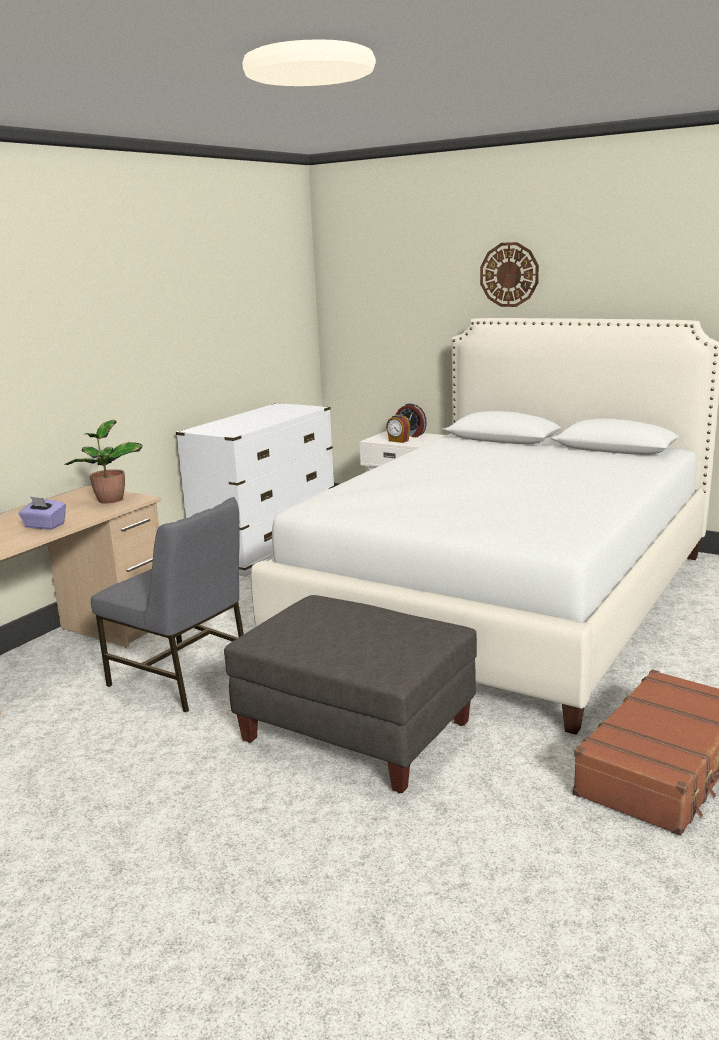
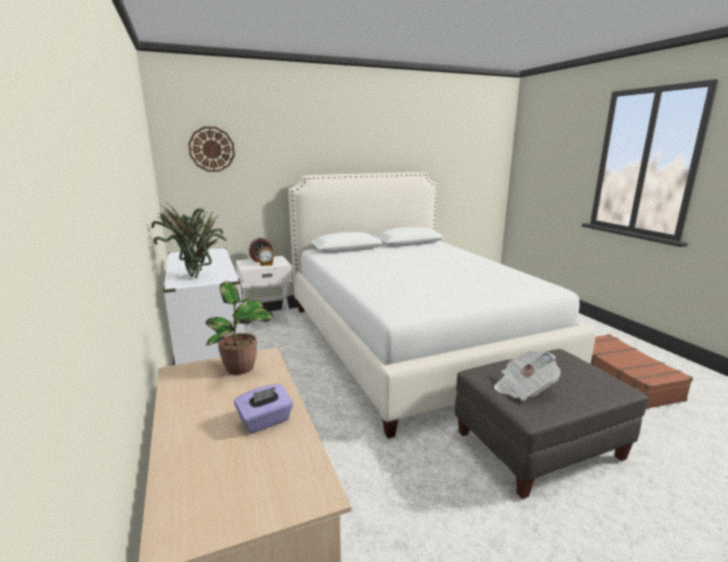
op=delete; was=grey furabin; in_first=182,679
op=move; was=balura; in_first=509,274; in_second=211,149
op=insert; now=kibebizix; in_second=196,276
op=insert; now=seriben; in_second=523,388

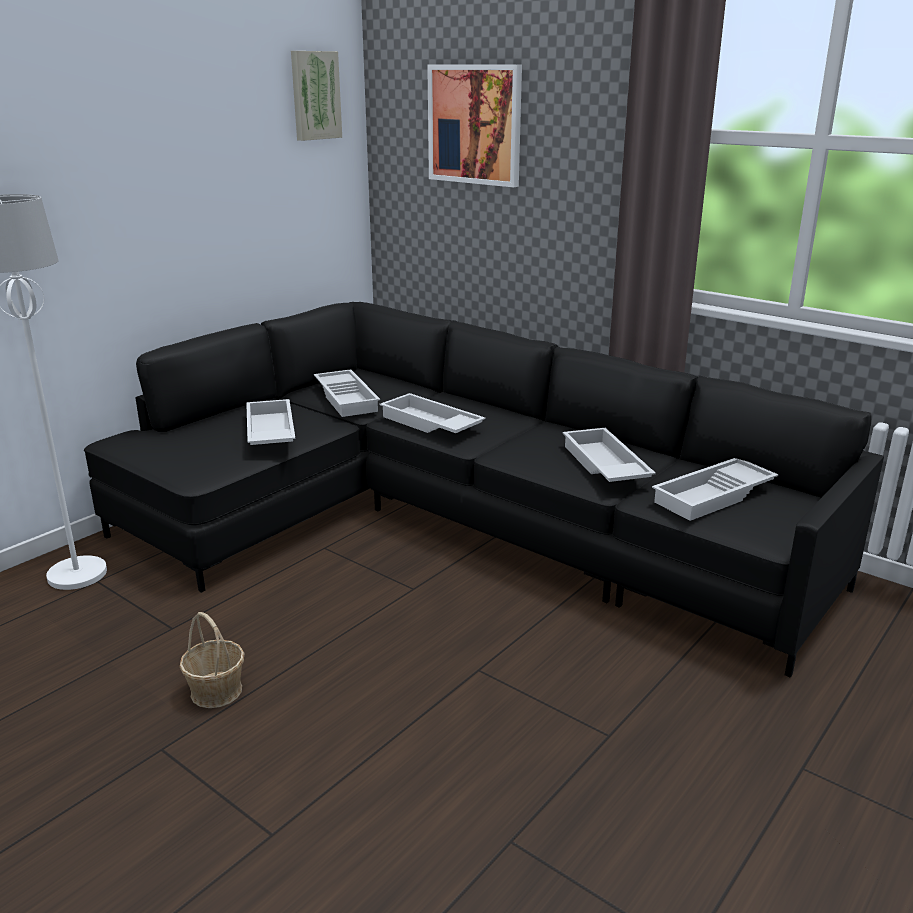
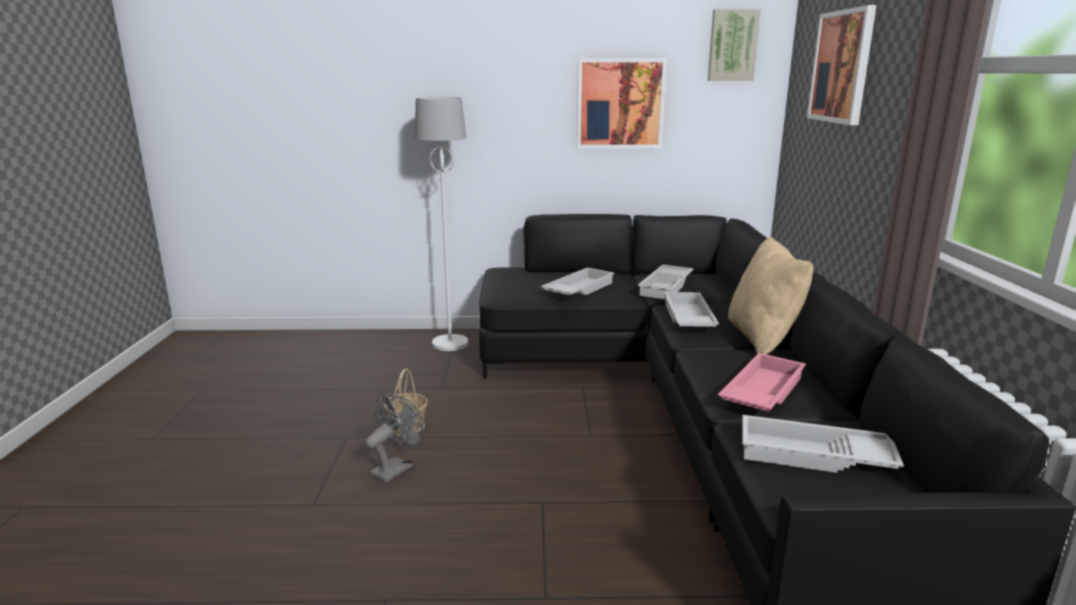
op=recolor; was=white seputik; now=pink seputik; in_first=603,465; in_second=760,392
op=insert; now=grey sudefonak; in_second=396,468
op=insert; now=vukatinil; in_second=620,104
op=insert; now=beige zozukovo; in_second=763,338

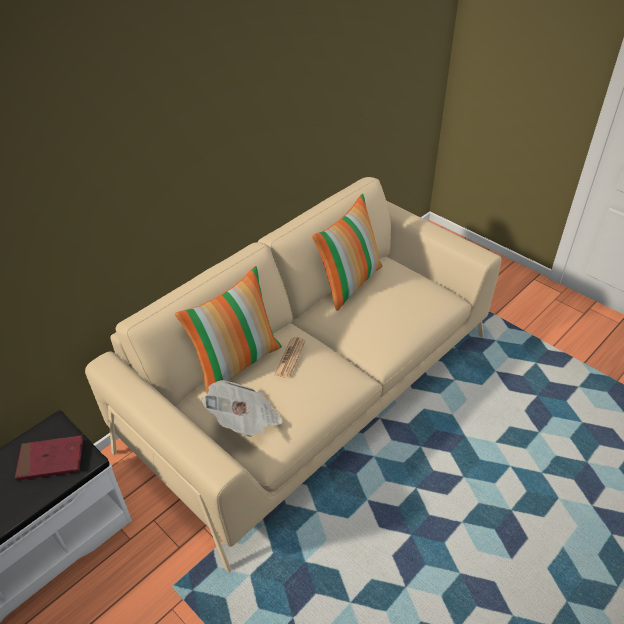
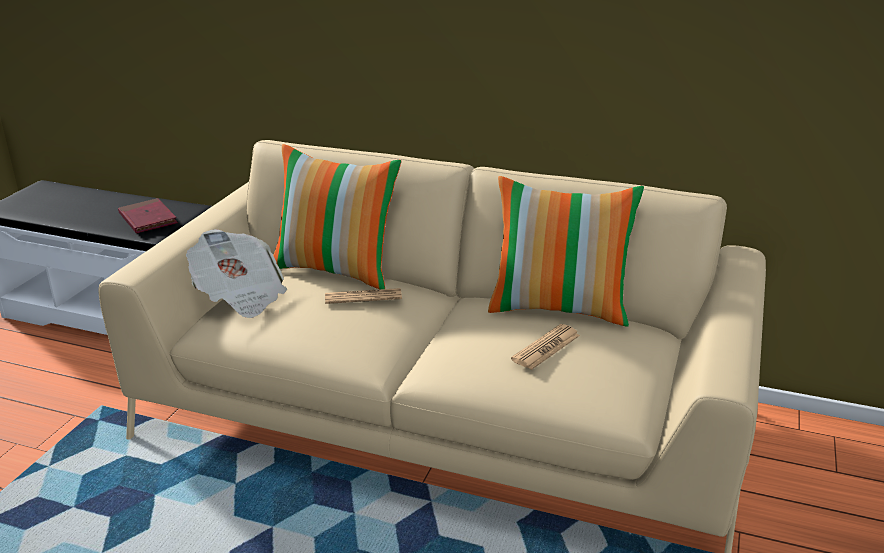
op=insert; now=seriben; in_second=546,348

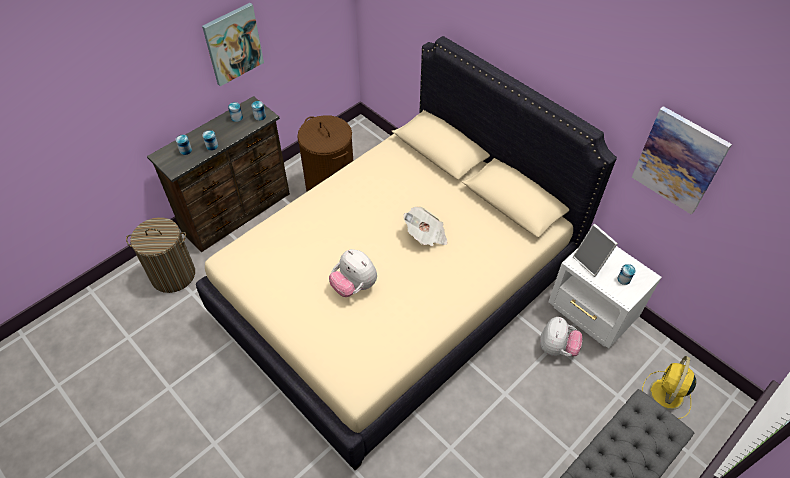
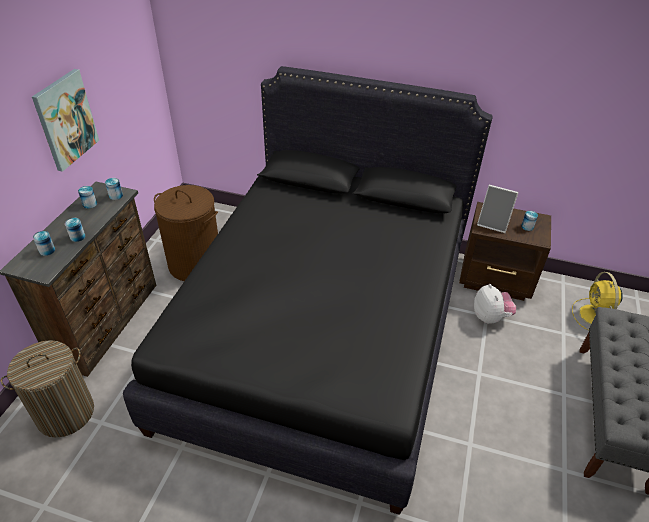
op=recolor; was=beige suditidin; now=black suditidin; in_first=395,293; in_second=322,331
op=delete; was=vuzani; in_first=354,286
op=delete; was=seriben; in_first=426,235
op=recolor; was=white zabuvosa; now=brown zabuvosa; in_first=592,314; in_second=496,280
op=delete; was=vukatinil; in_first=679,160

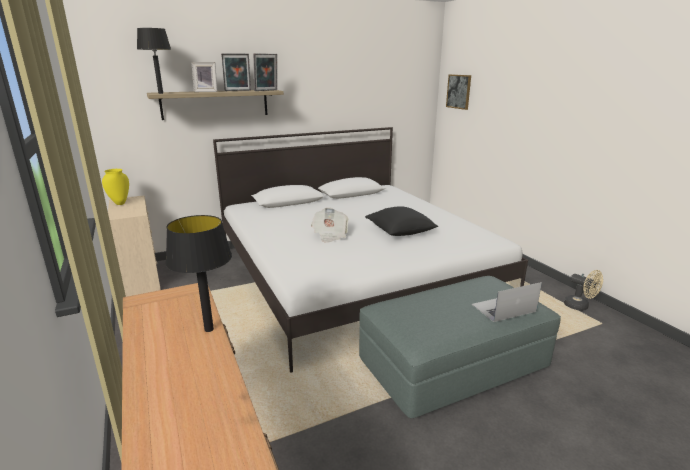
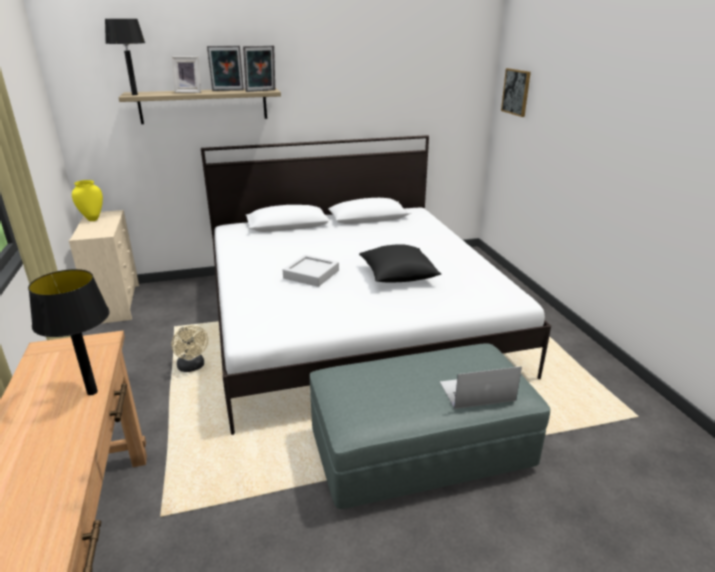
op=replace; was=seriben; now=grey seputik; in_first=330,235; in_second=311,274
op=move; was=beige sudefonak; in_first=580,307; in_second=192,367

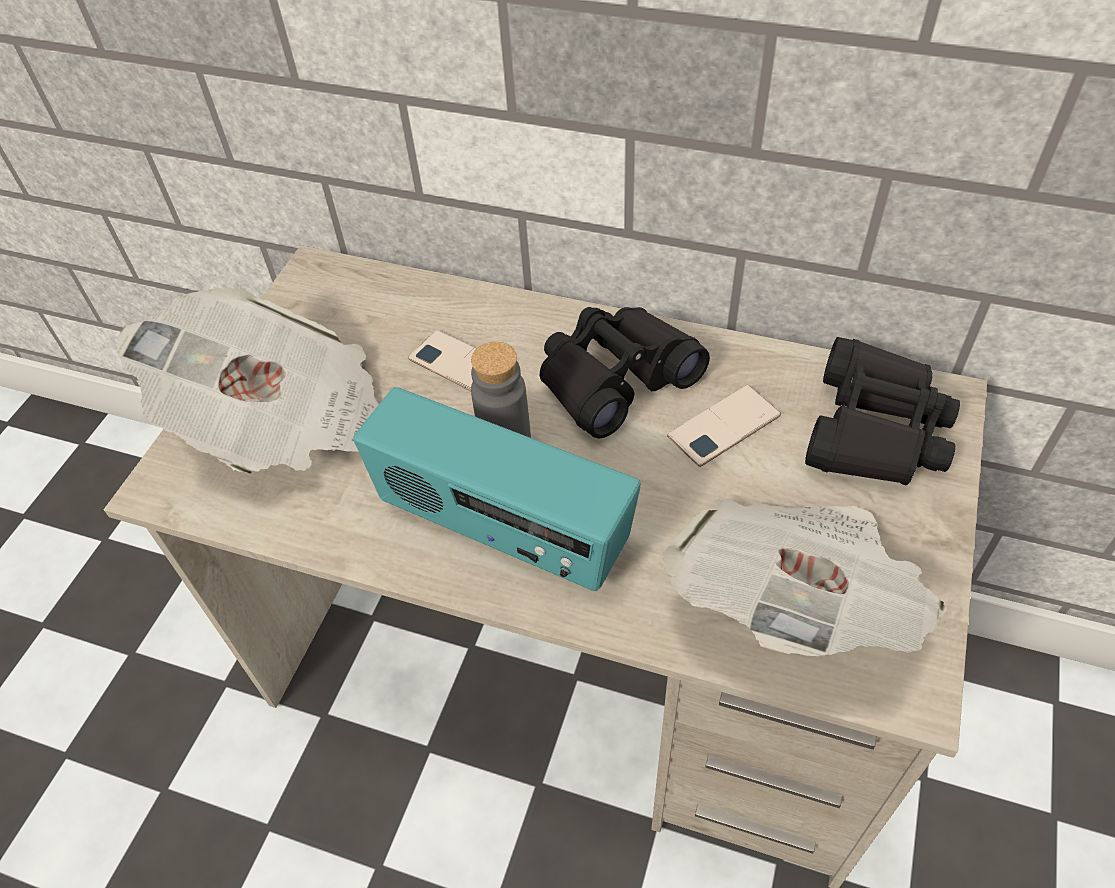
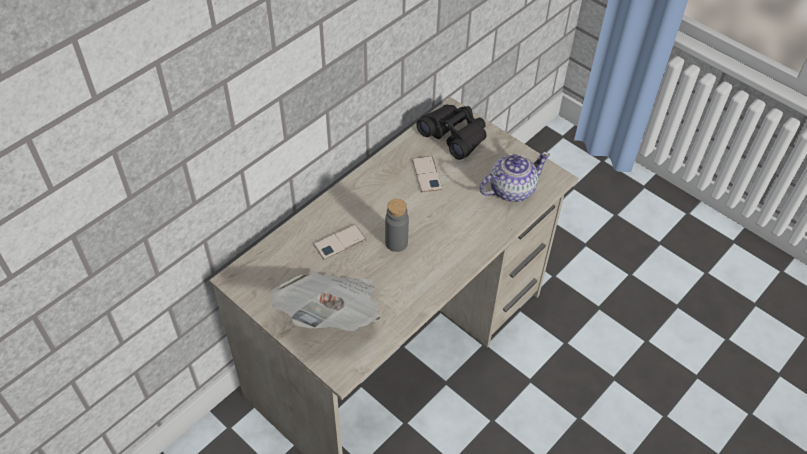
op=delete; was=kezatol; in_first=502,530
op=delete; was=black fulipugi; in_first=615,379
op=replace; was=seriben; now=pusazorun; in_first=795,601; in_second=510,189

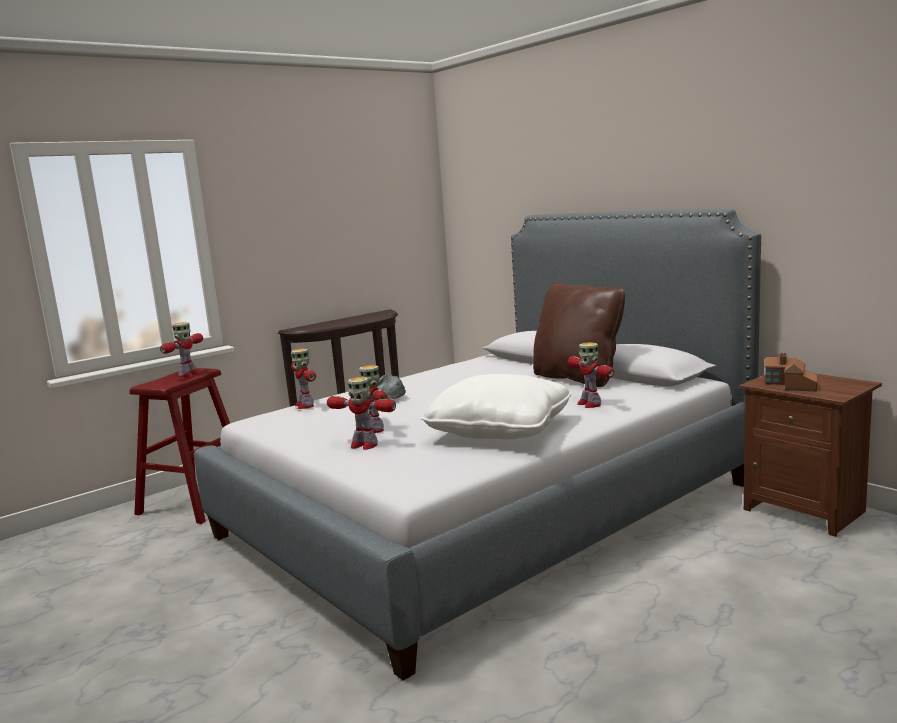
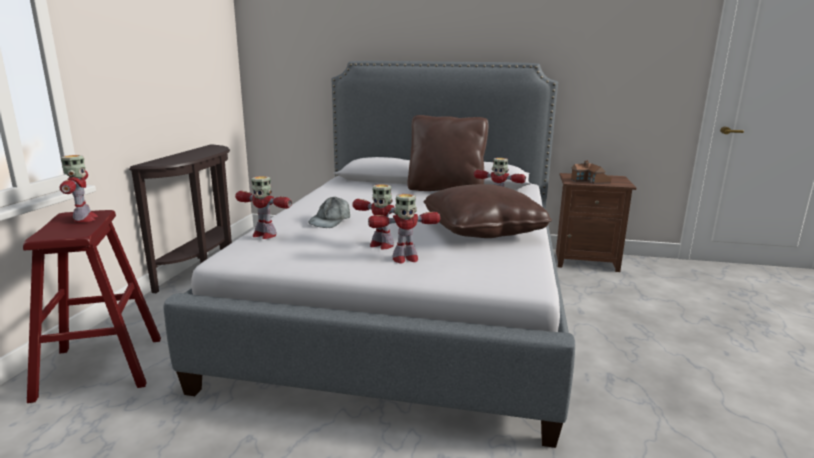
op=recolor; was=white zozukovo; now=brown zozukovo; in_first=499,430; in_second=483,230

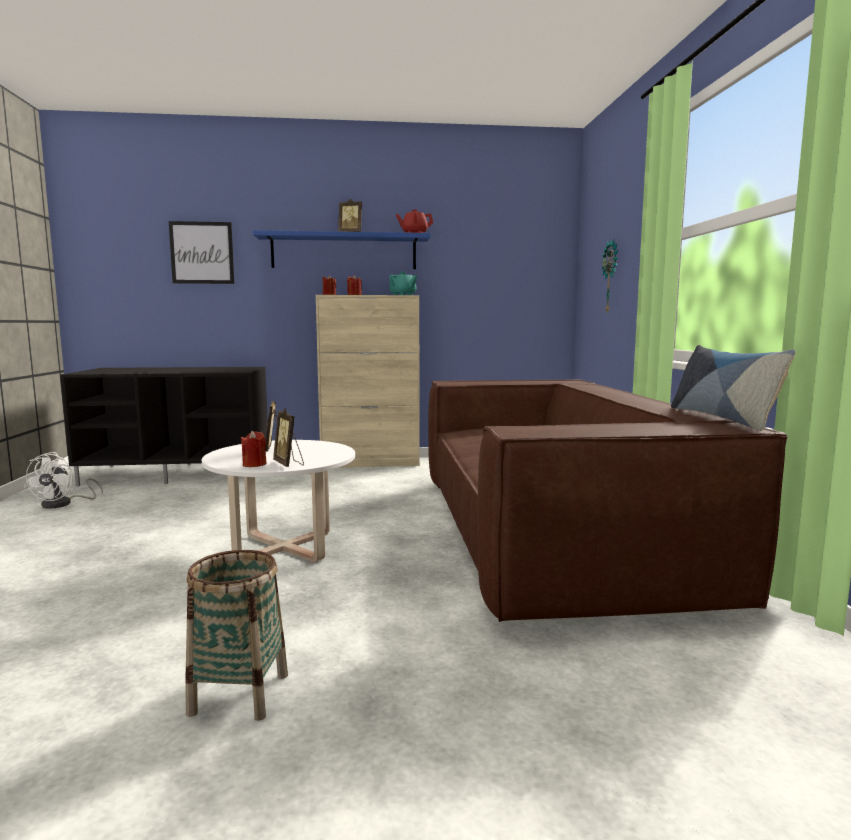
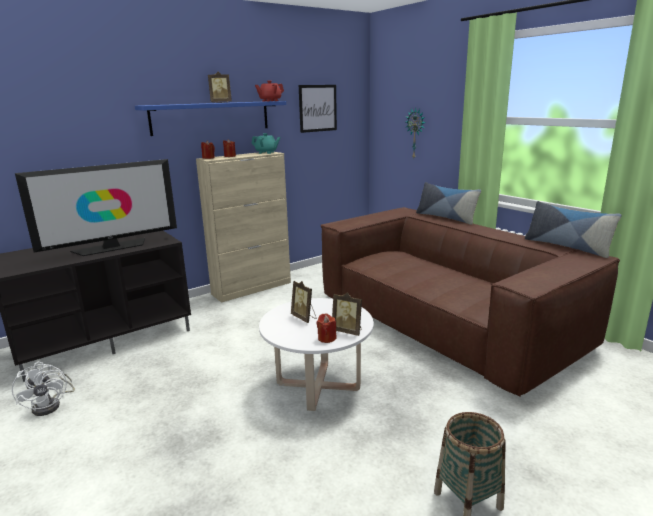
op=move; was=vukatinil; in_first=202,253; in_second=318,108
op=insert; now=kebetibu; in_second=111,247
op=insert; now=zozukovo; in_second=446,217

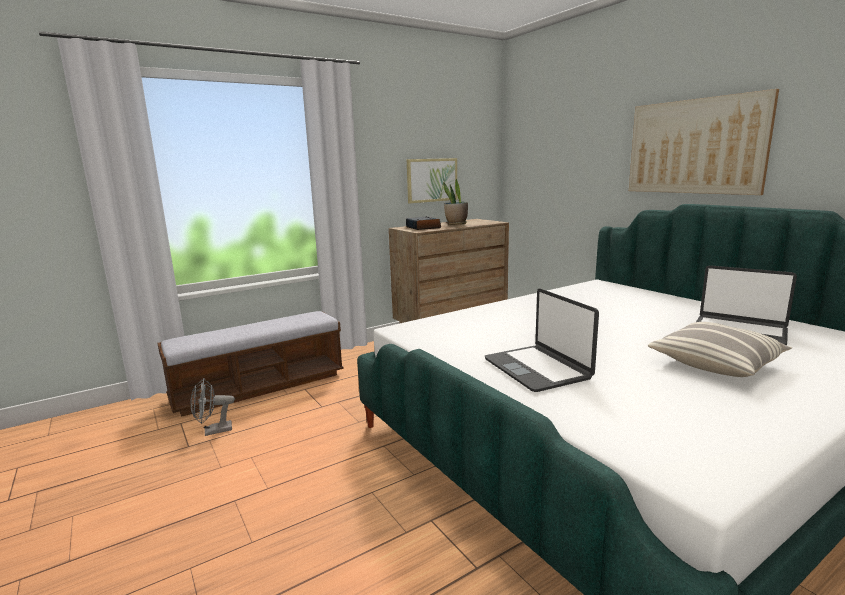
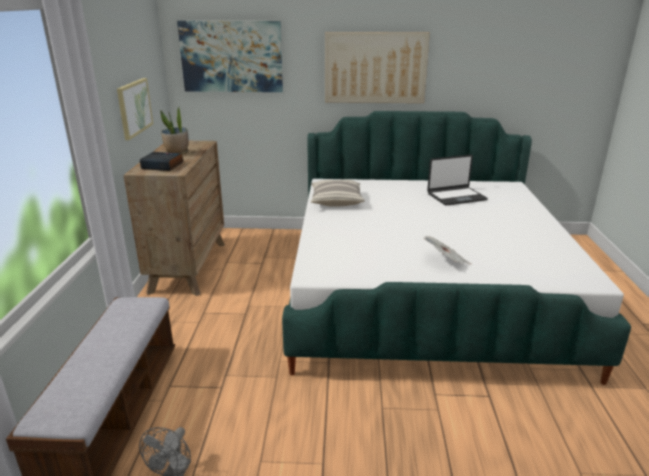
op=replace; was=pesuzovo; now=seriben; in_first=537,369; in_second=446,262
op=move; was=zozukovo; in_first=716,363; in_second=336,201
op=insert; now=vukatinil; in_second=231,56

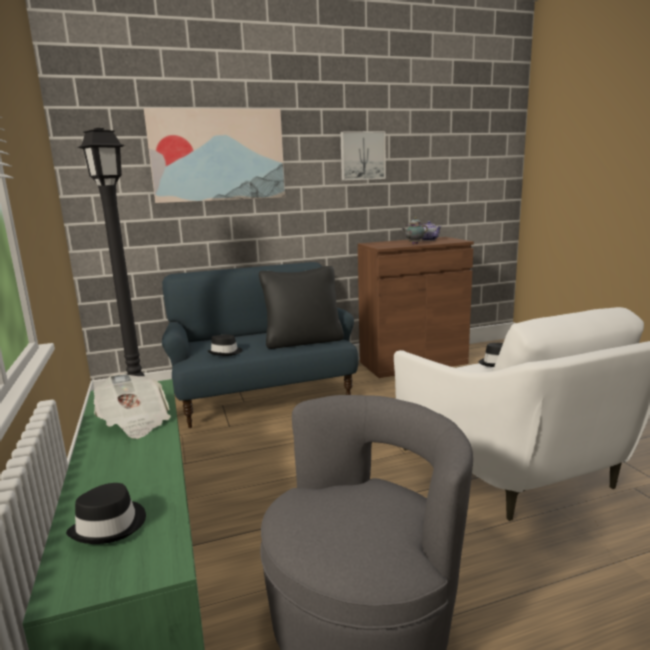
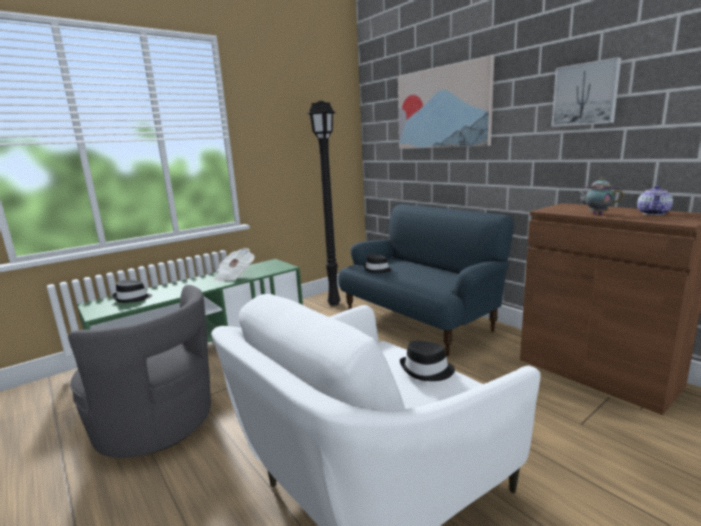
op=delete; was=black zozukovo; in_first=303,341

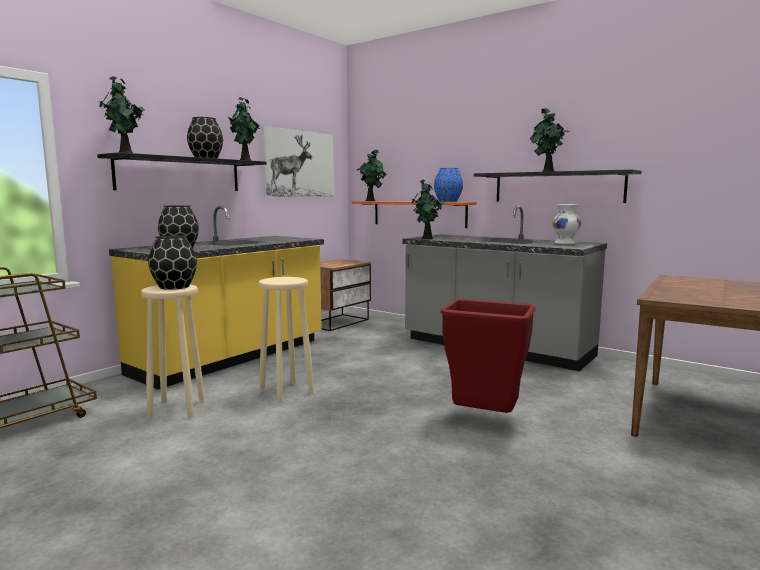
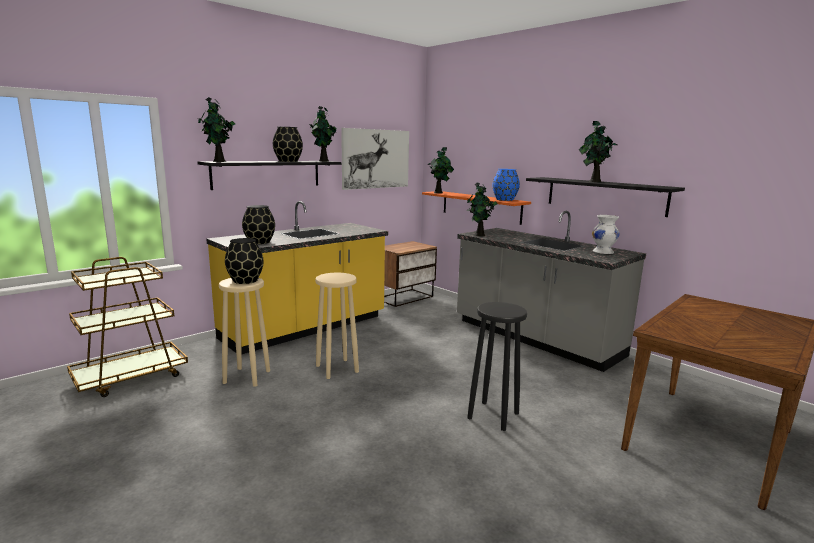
op=replace; was=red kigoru; now=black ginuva; in_first=485,419; in_second=494,416

